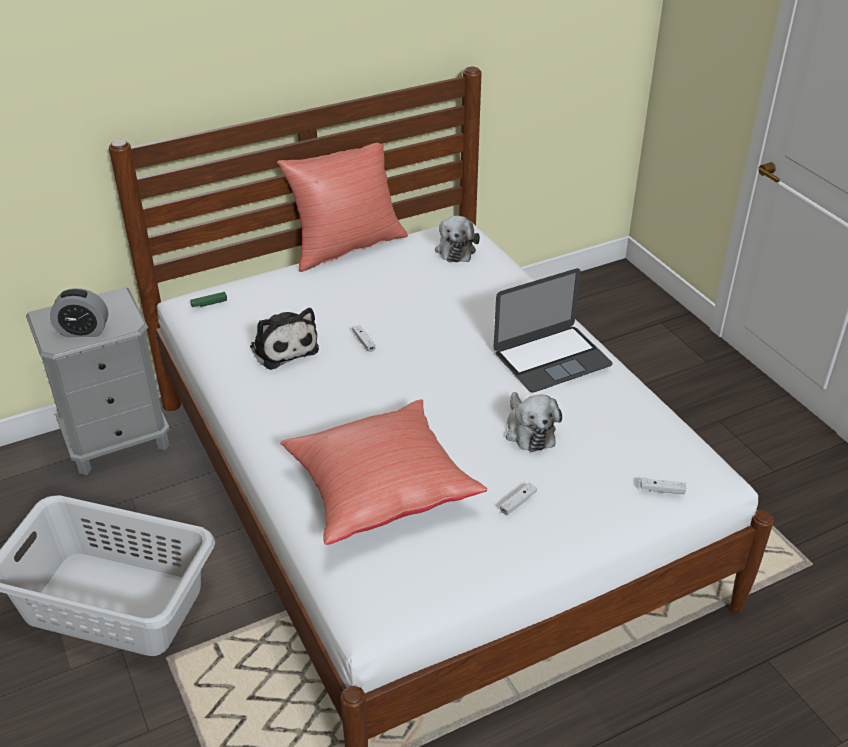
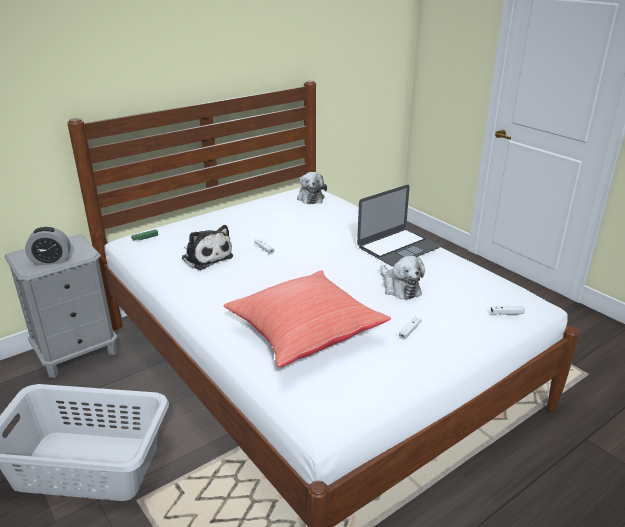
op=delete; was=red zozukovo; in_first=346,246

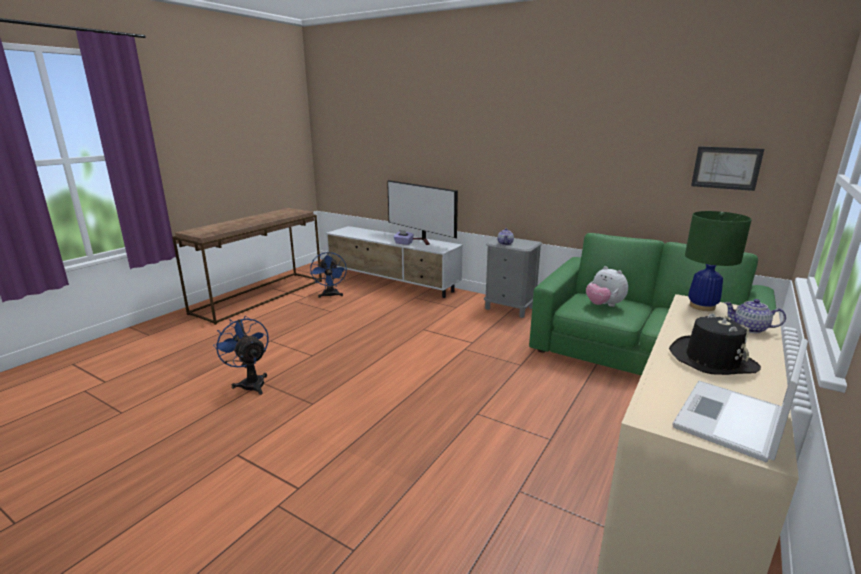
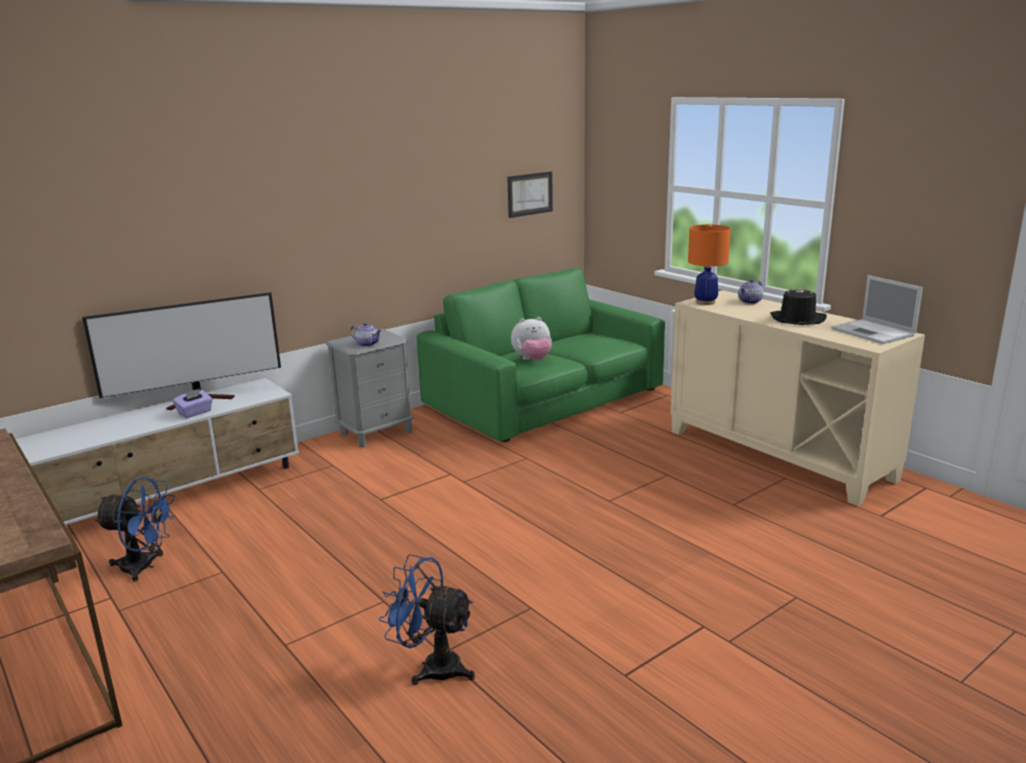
op=rotate; was=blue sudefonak; in_first=250,383; in_second=432,666; clockwise=45
op=recolor; was=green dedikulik; now=orange dedikulik; in_first=702,306; in_second=705,302

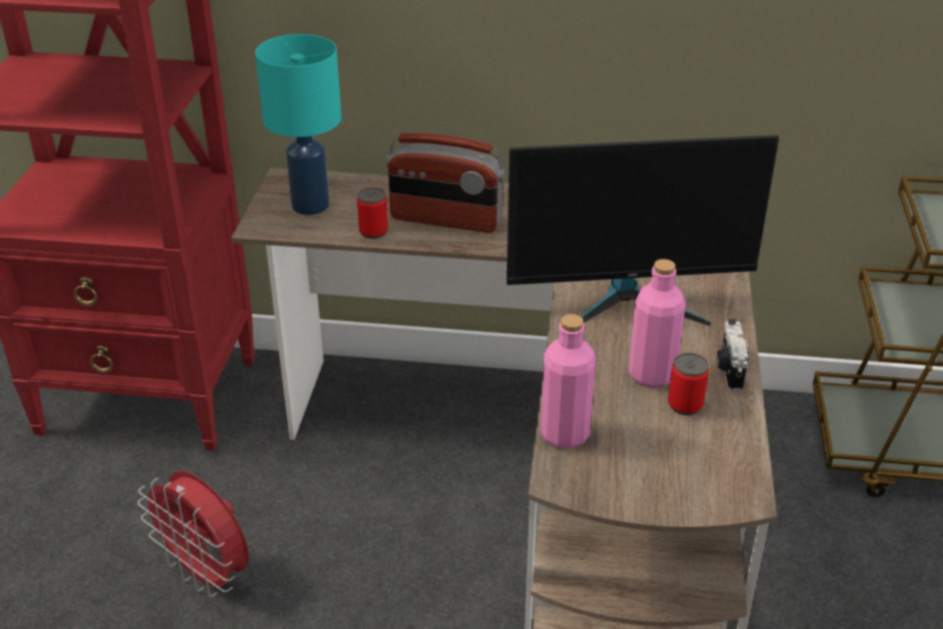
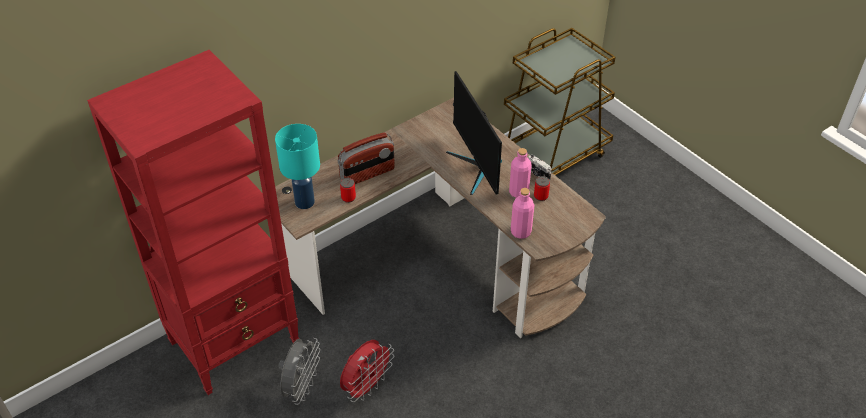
op=rotate; was=red sudefonak; in_first=207,575; in_second=366,387; clockwise=-45
op=rotate; was=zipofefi; in_first=628,302; in_second=477,168; clockwise=120
op=insert; now=grey sudefonak; in_second=301,387

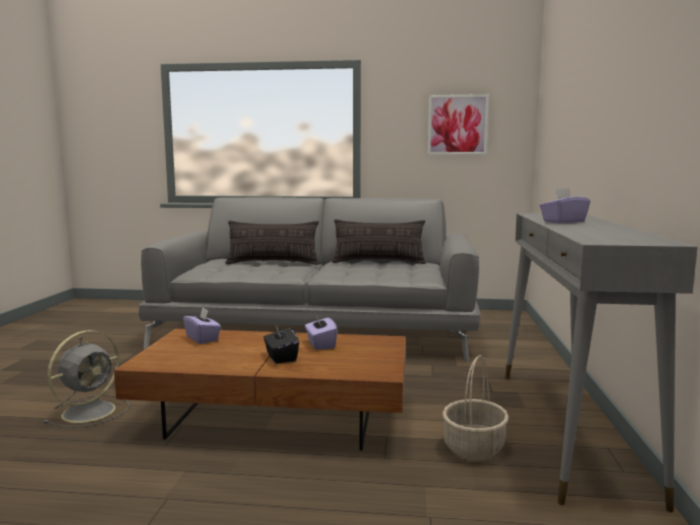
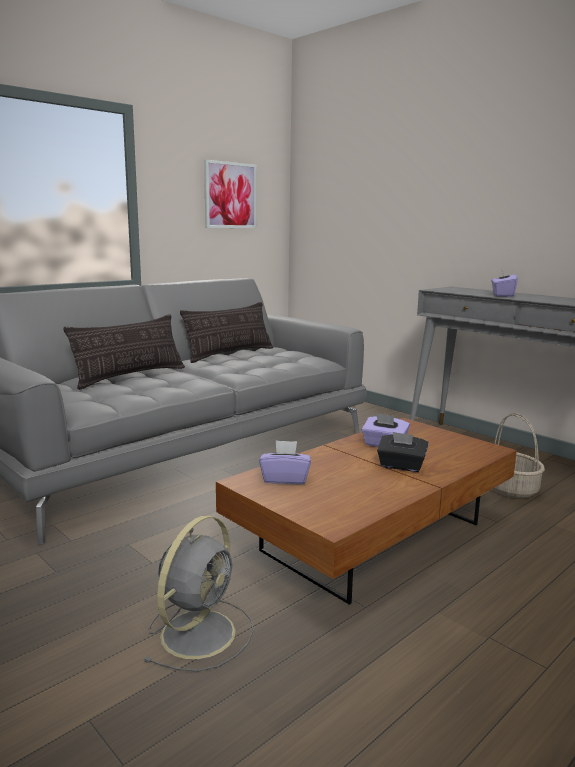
op=rotate; was=grey sudefonak; in_first=91,411; in_second=200,631; clockwise=45

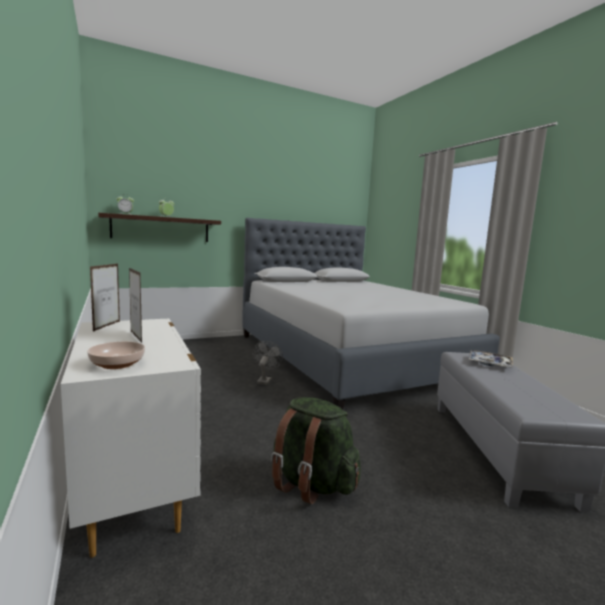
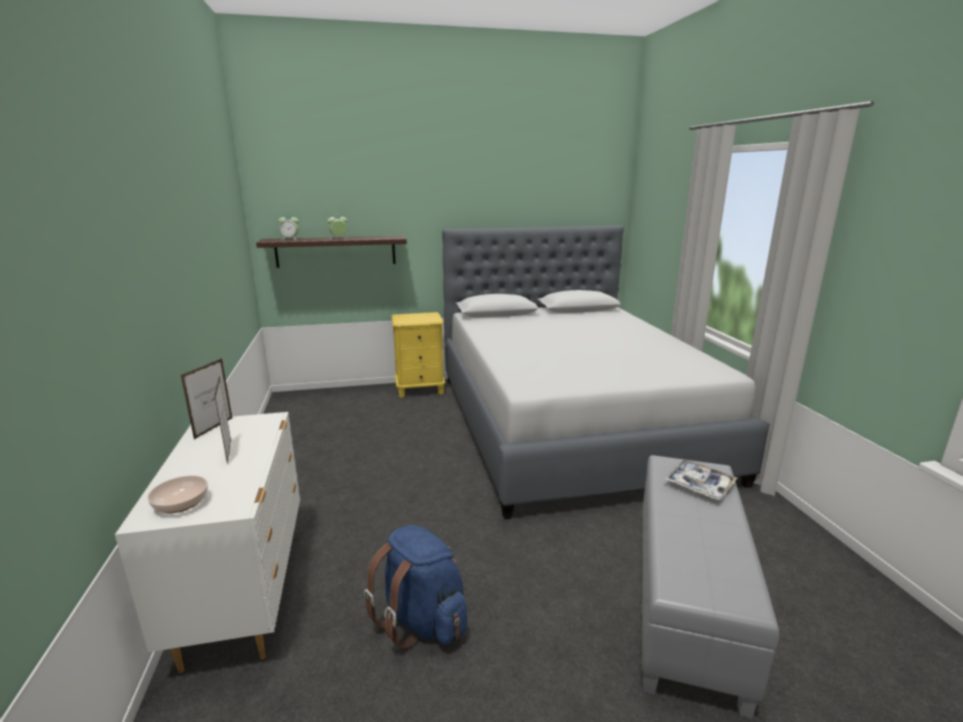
op=delete; was=grey sudefonak; in_first=265,380
op=recolor; was=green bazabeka; now=blue bazabeka; in_first=311,483; in_second=421,620
op=insert; now=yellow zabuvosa; in_second=420,389

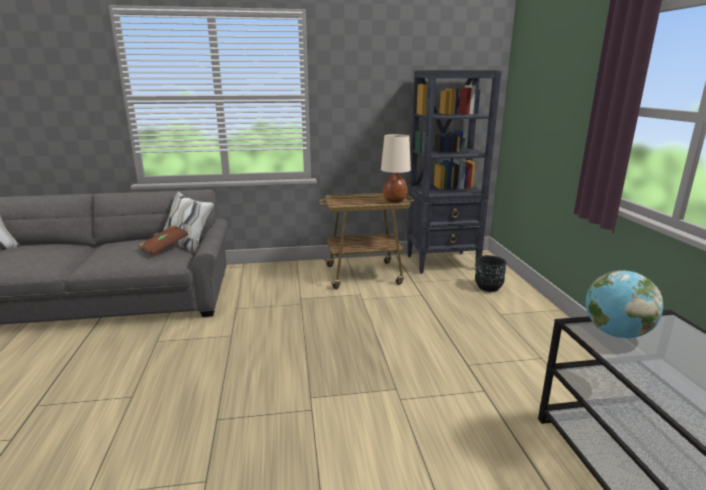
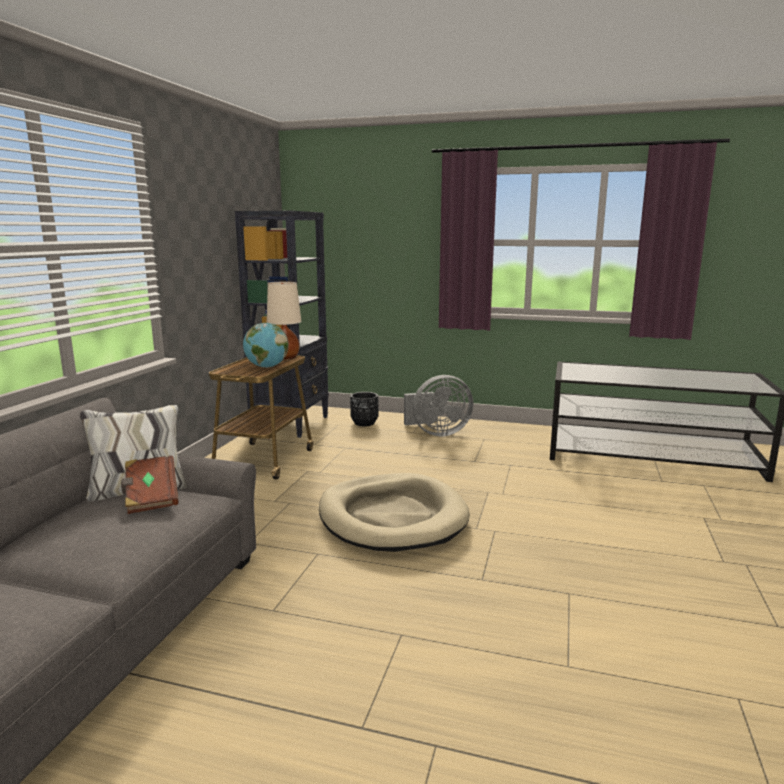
op=move; was=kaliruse; in_first=615,334; in_second=266,367
op=insert; now=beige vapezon; in_second=392,517
op=insert; now=grey sudefonak; in_second=437,433

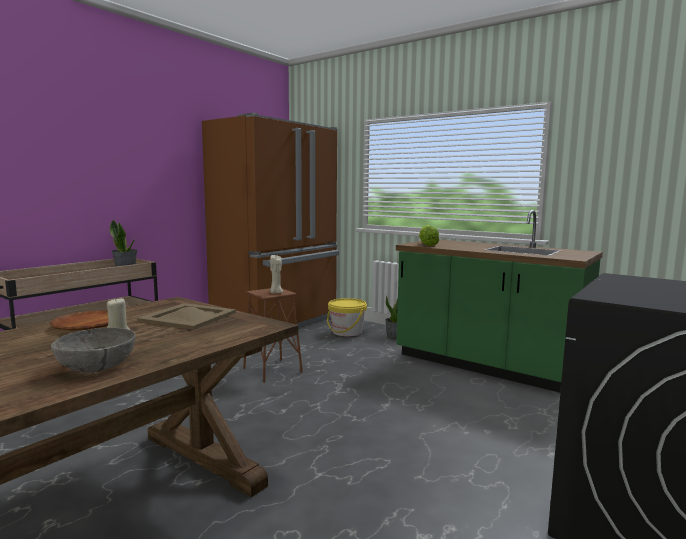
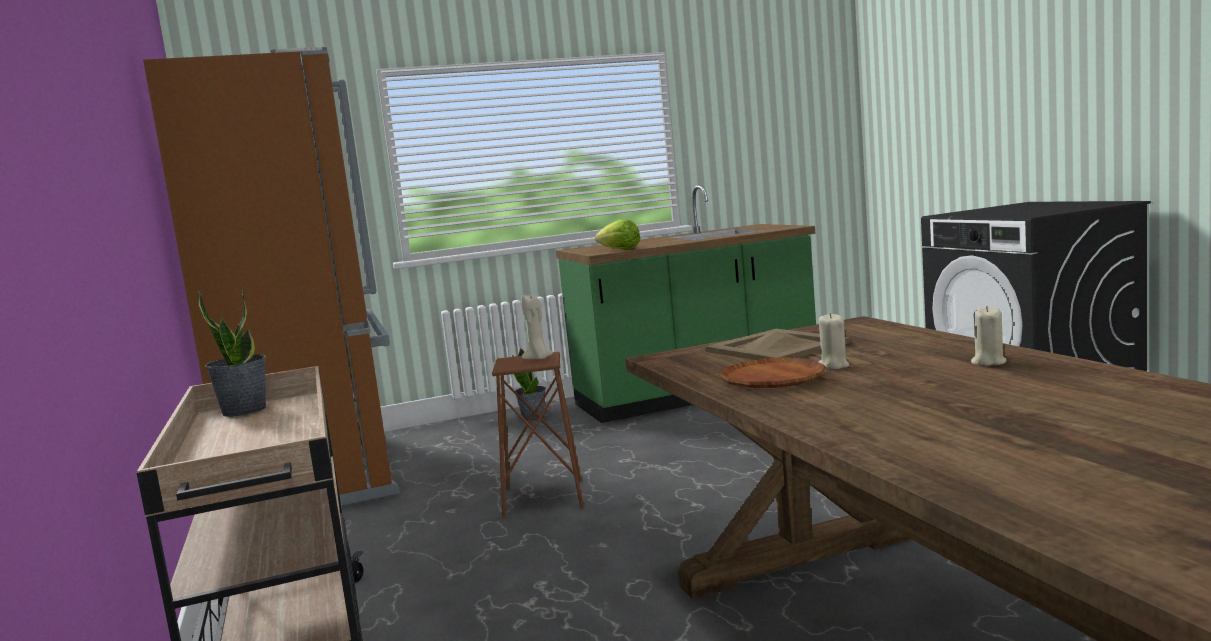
op=replace; was=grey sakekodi; now=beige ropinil; in_first=96,365; in_second=988,362
op=delete; was=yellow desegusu; in_first=347,332

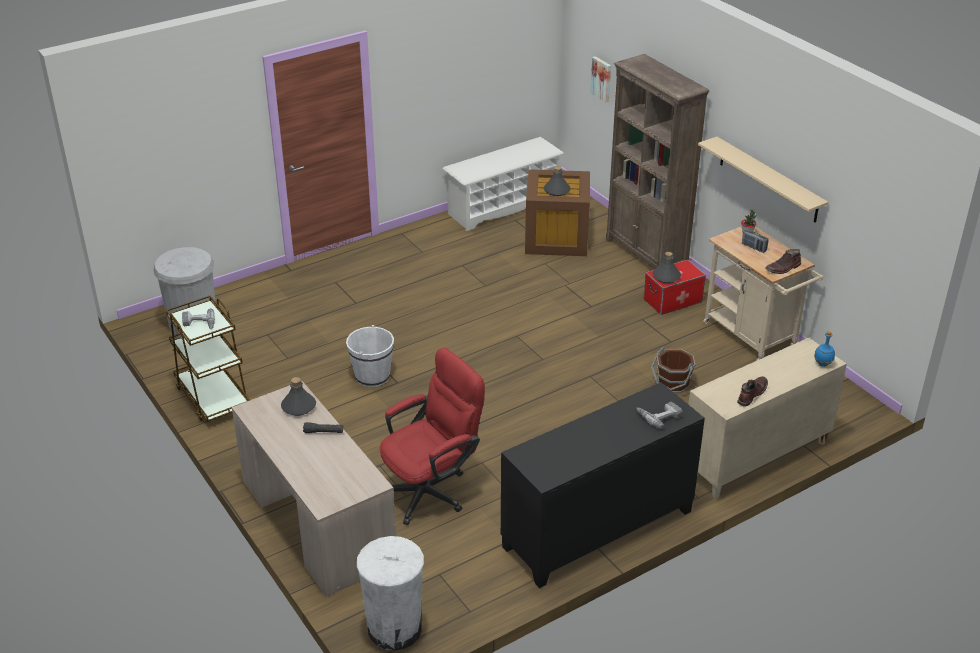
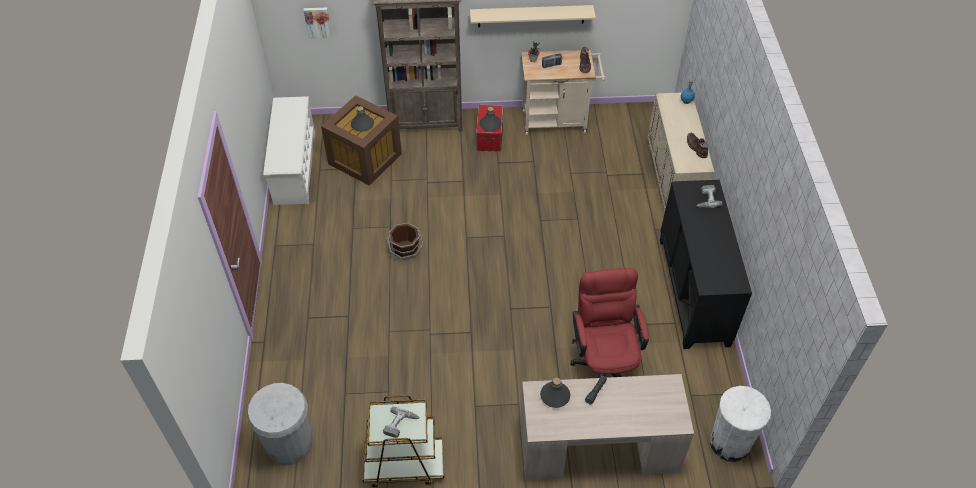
op=delete; was=white desegusu; in_first=372,376
op=move; was=brown desegusu; in_first=673,384; in_second=405,250

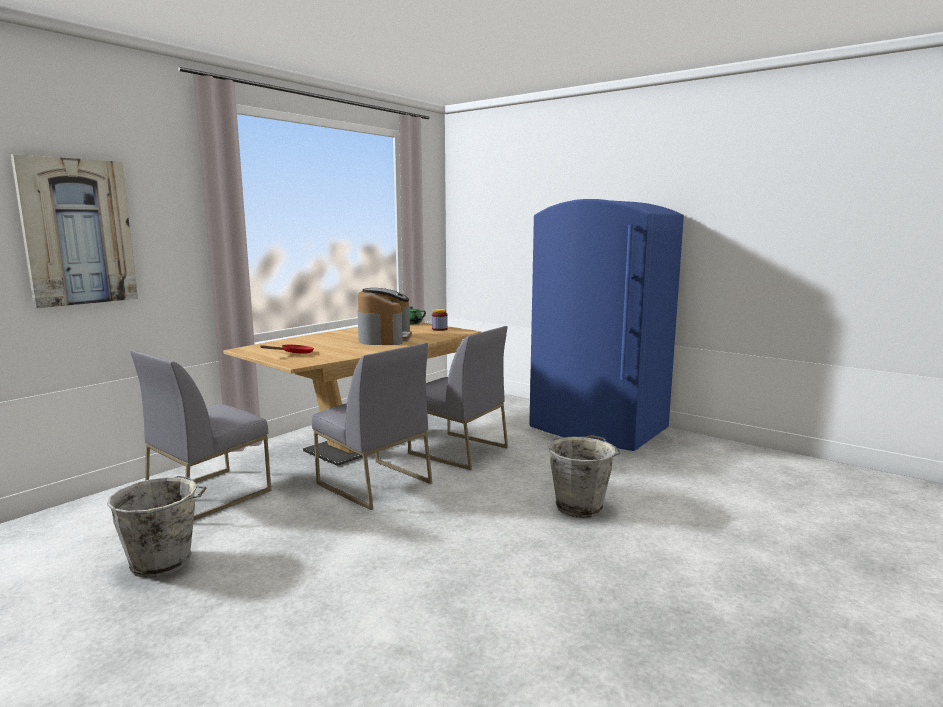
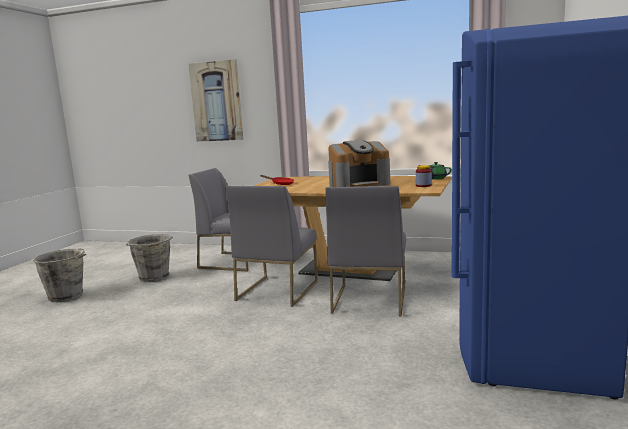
op=move; was=grey desegusu; in_first=580,506; in_second=67,296

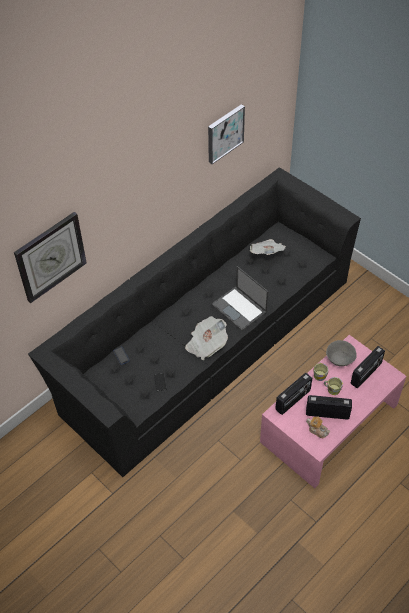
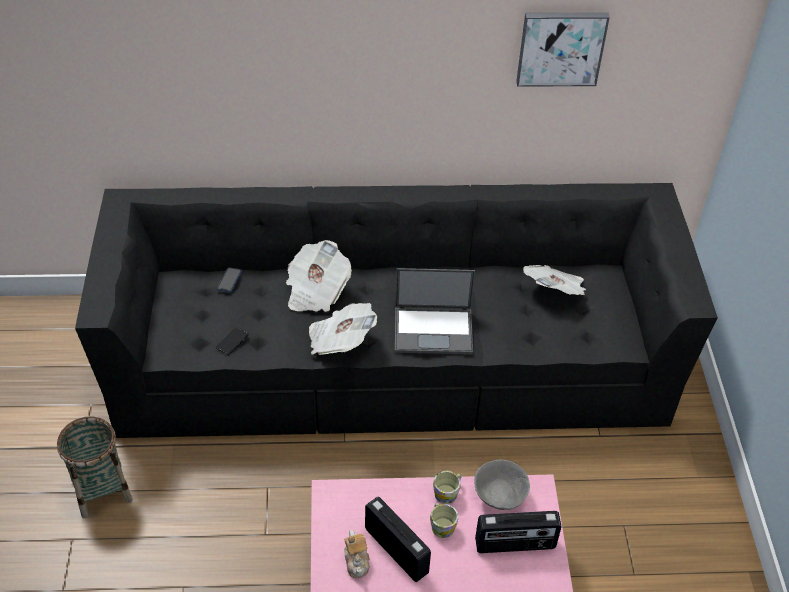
op=delete; was=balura; in_first=50,257
op=rotate; was=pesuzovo; in_first=240,308; in_second=434,329; clockwise=-90
op=delete; was=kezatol; in_first=293,400
op=insert; now=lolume; in_second=102,490
op=insert; now=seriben; in_second=316,291

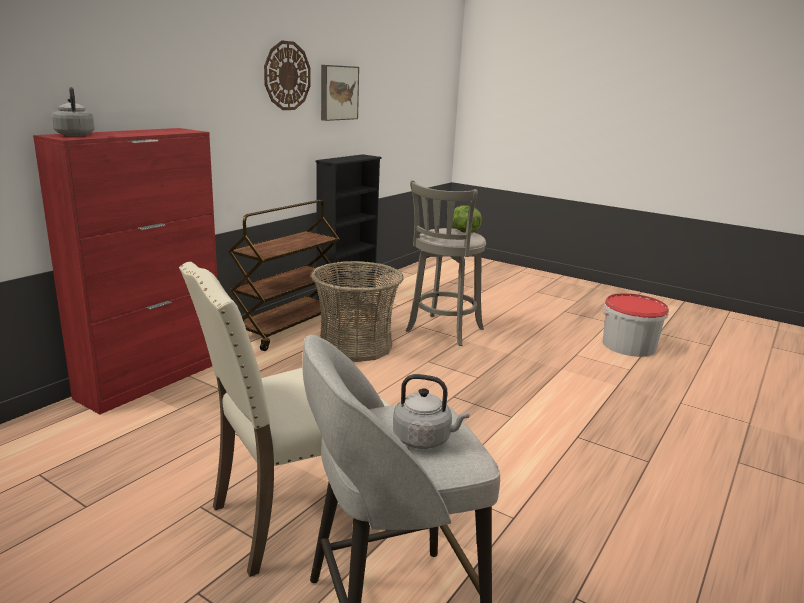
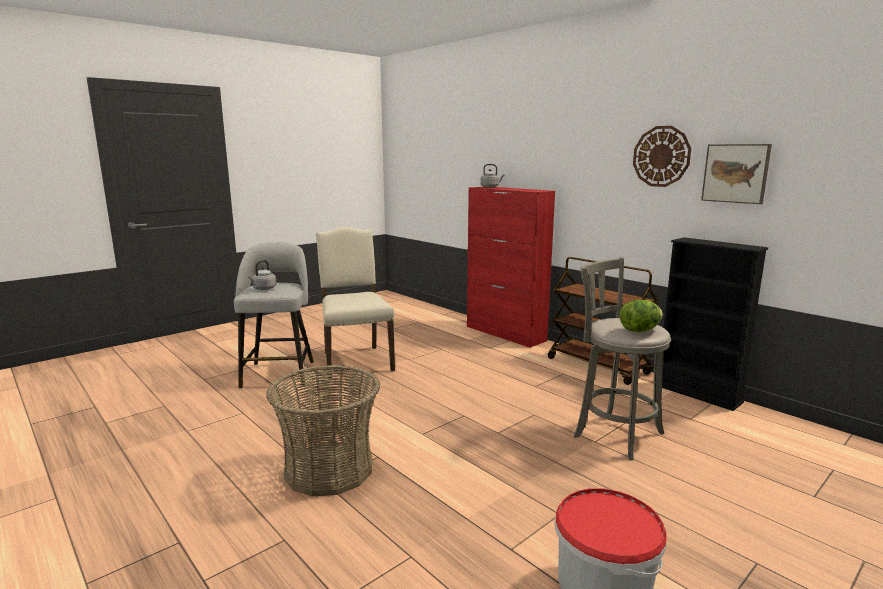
op=move; was=lolume; in_first=355,346; in_second=329,469

